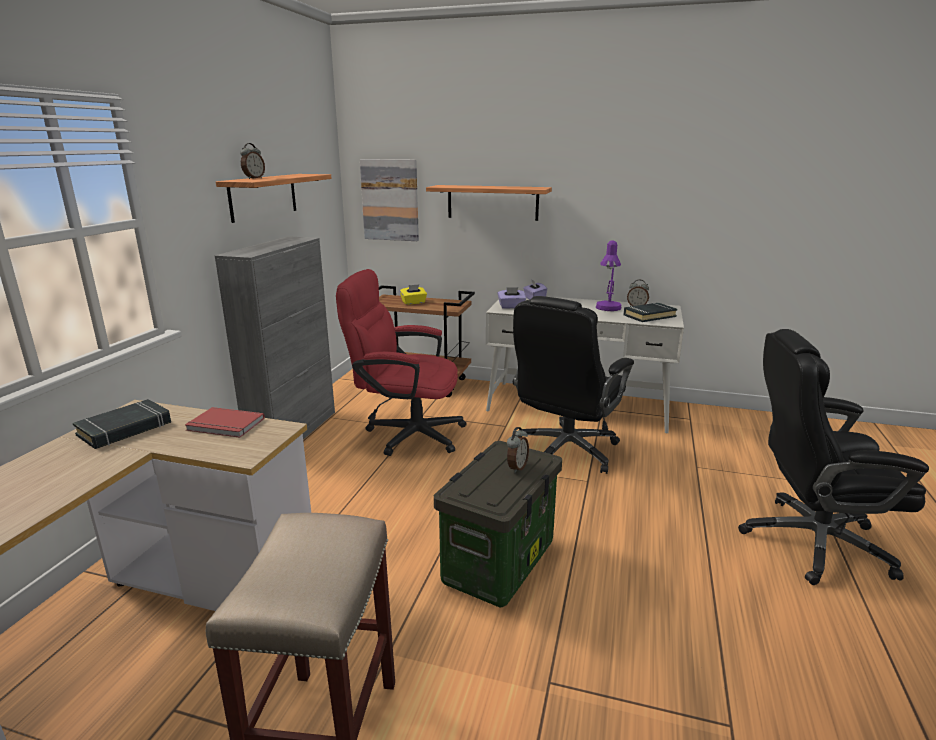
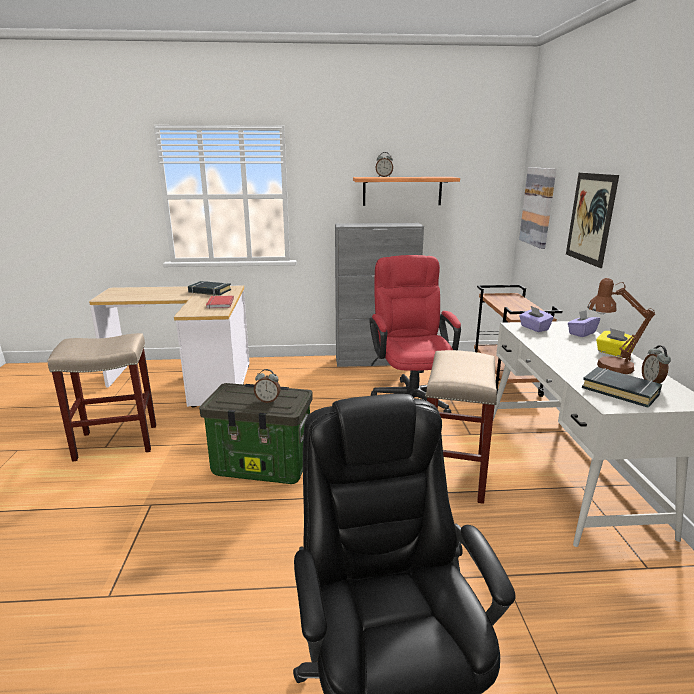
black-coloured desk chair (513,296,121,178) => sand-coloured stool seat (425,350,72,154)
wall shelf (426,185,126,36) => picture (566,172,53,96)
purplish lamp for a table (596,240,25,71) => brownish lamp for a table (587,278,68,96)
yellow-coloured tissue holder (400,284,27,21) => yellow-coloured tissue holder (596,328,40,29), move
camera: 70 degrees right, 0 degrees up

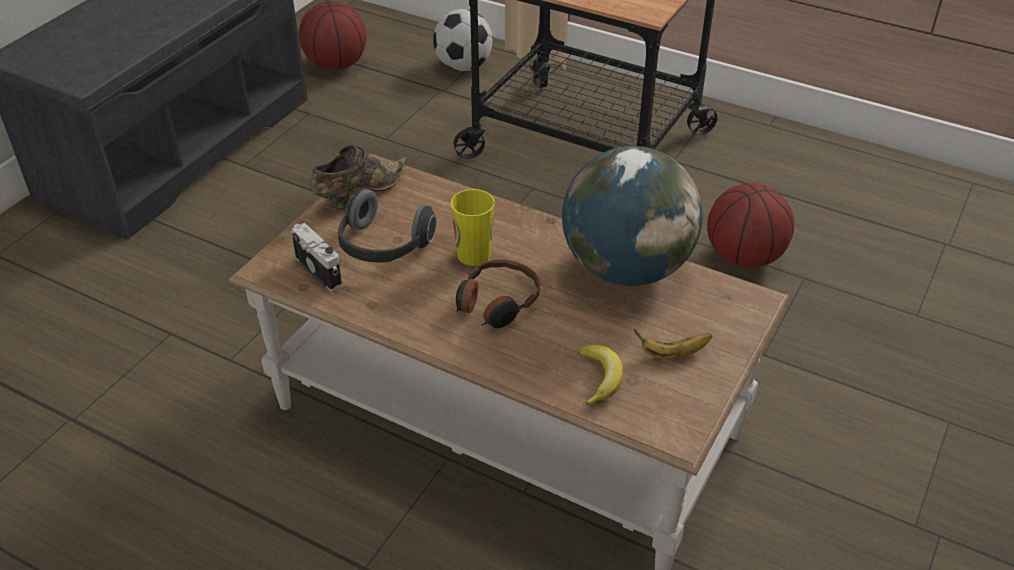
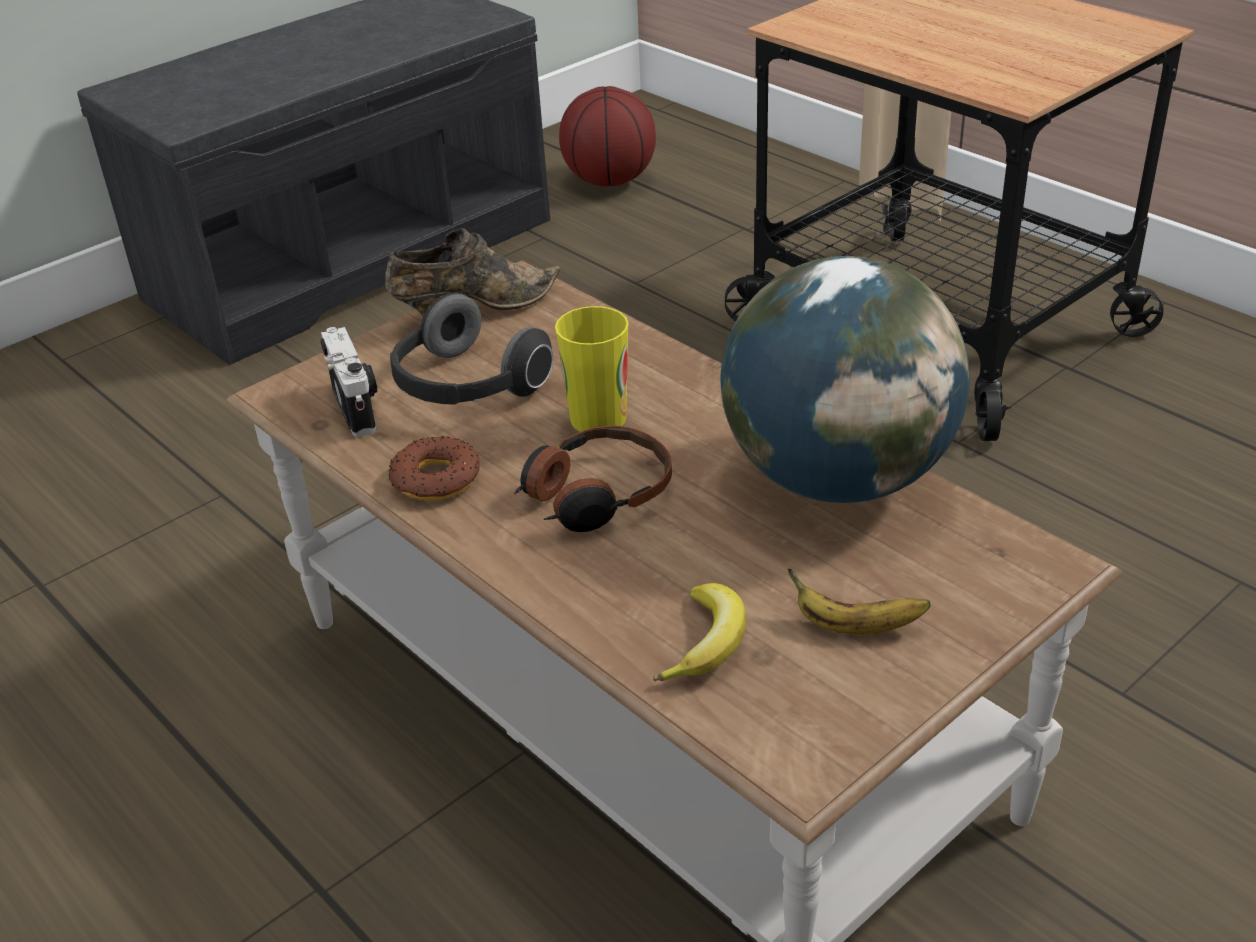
nothing => donut (388,436,92,65)
football (433,9,60,62) => nothing
basketball ball (707,183,87,85) => nothing
camera: 20 degrees right, 5 degrees down

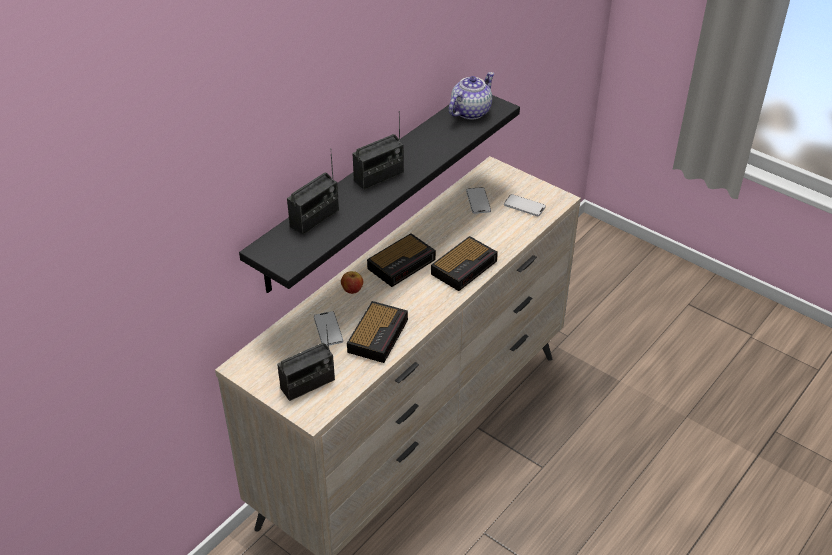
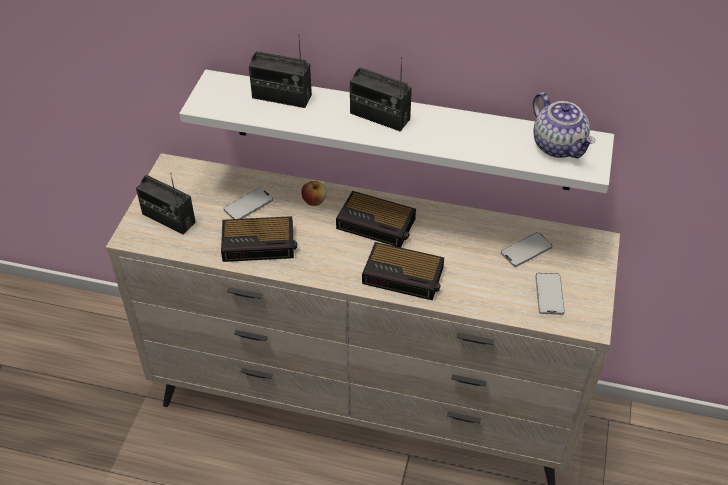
black-coloured wall shelf (239,95,281,198) => white-coloured wall shelf (179,70,435,123)
teapot (449,72,45,48) => teapot (533,92,62,66), 45 degrees clockwise
camera: 65 degrees right, 5 degrees up

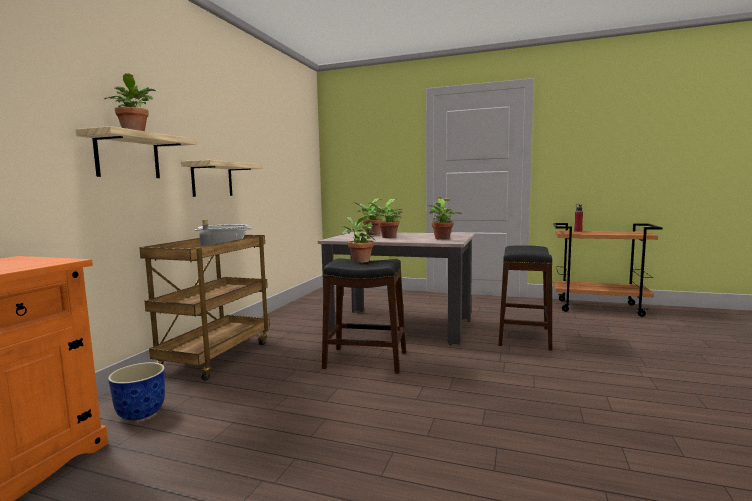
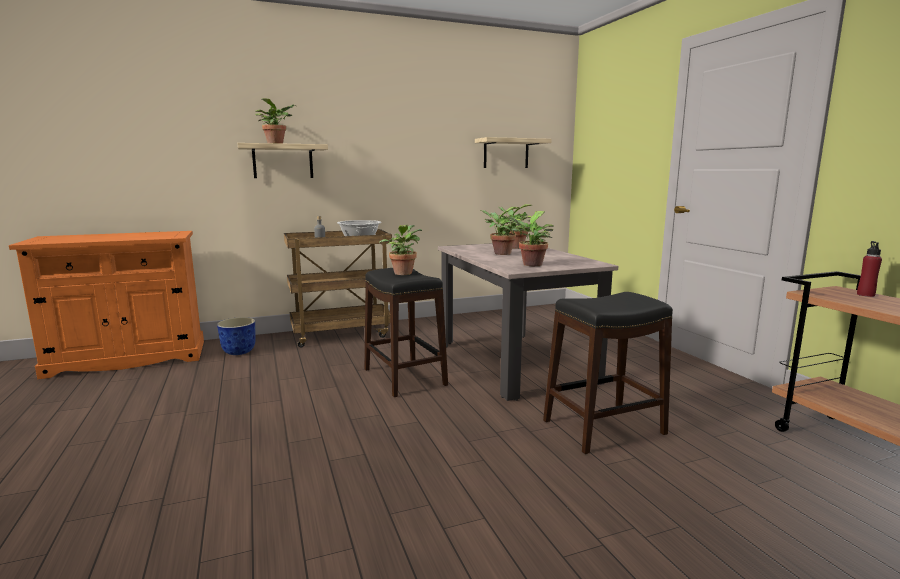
wall shelf (181,160,82,37) => wall shelf (475,137,77,31), move
camera: 50 degrees right, 5 degrees up

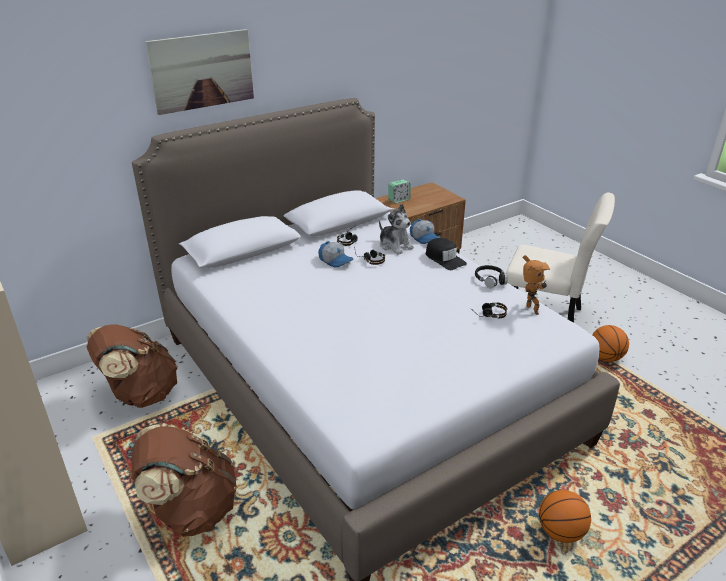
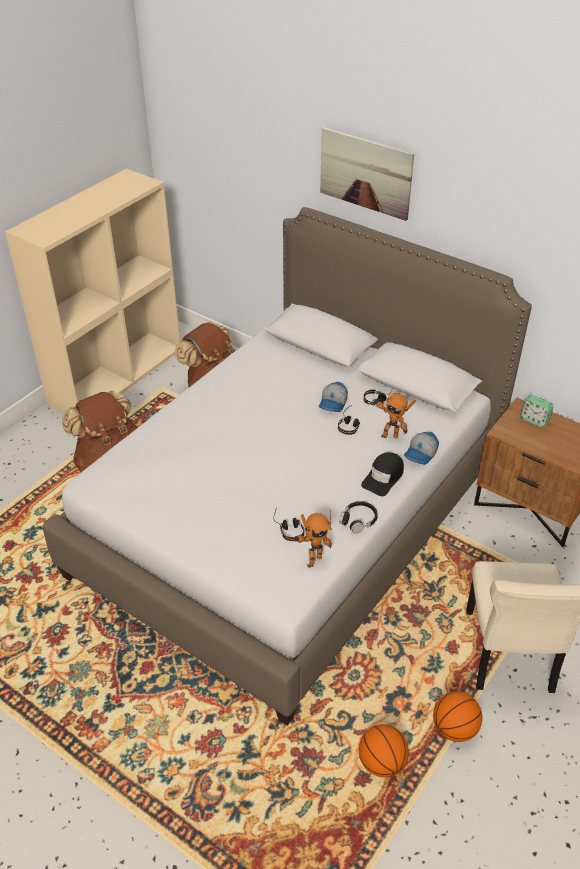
basketball ball (539,490,52,53) => basketball ball (359,724,50,53), move
plush toy (379,204,35,51) => model robot (373,388,43,51)
camera: 70 degrees right, 10 degrees up

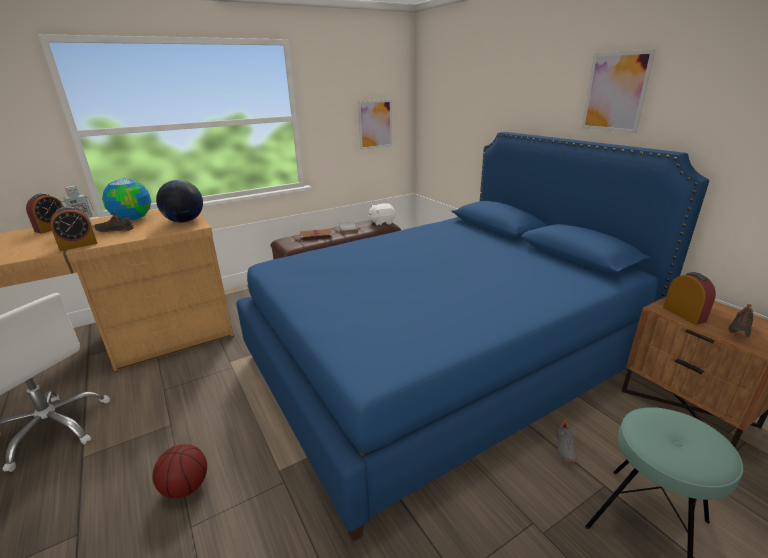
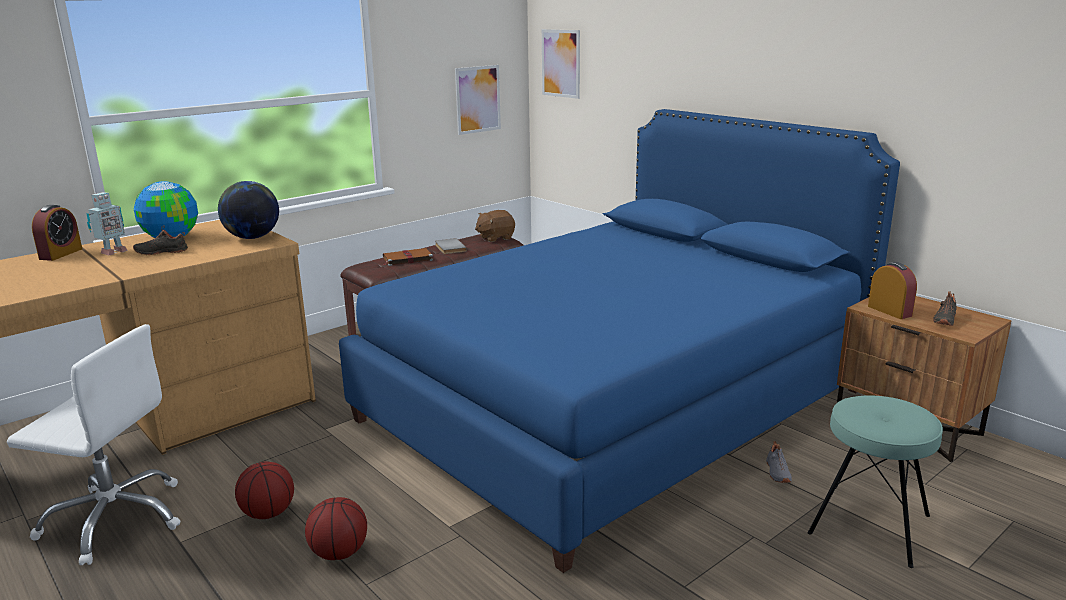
nothing => basketball ball (235,461,59,58)
white-coloured plush toy (367,203,28,23) => brownish plush toy (475,210,40,32)
picture (582,50,74,83) => picture (542,29,38,70), move
alarm clock (50,207,47,44) => nothing
camera: 10 degrees left, 5 degrees down

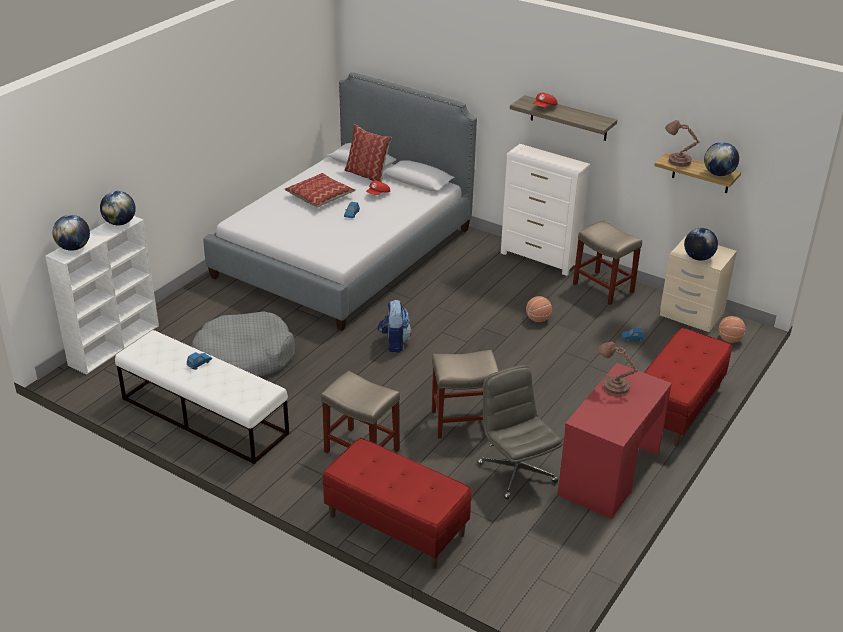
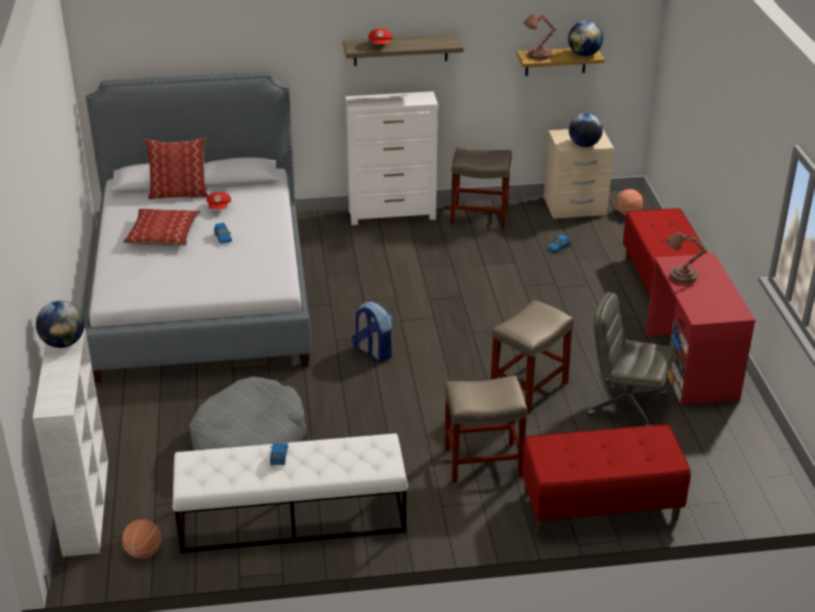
basketball ball (526,296,26,26) => basketball ball (122,519,39,40), move
globe (52,215,38,36) => nothing
camera: 40 degrees left, 0 degrees up

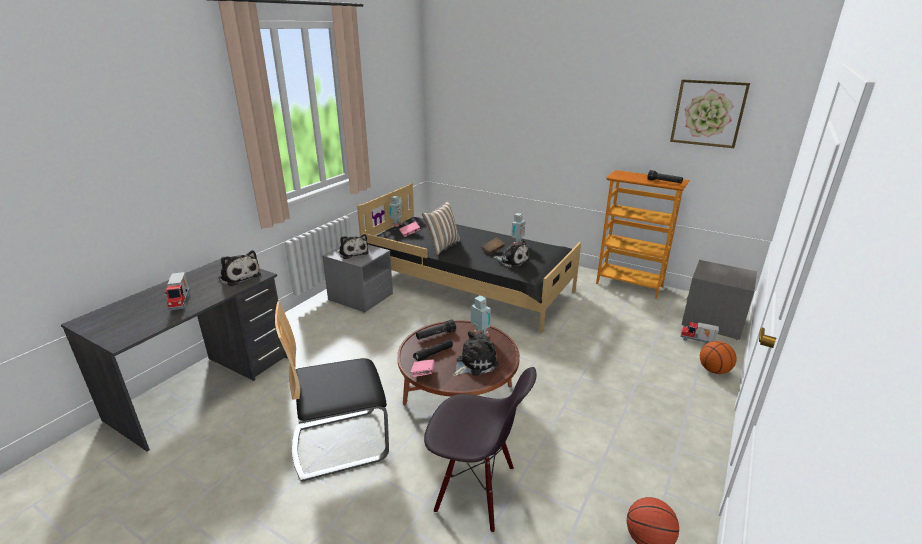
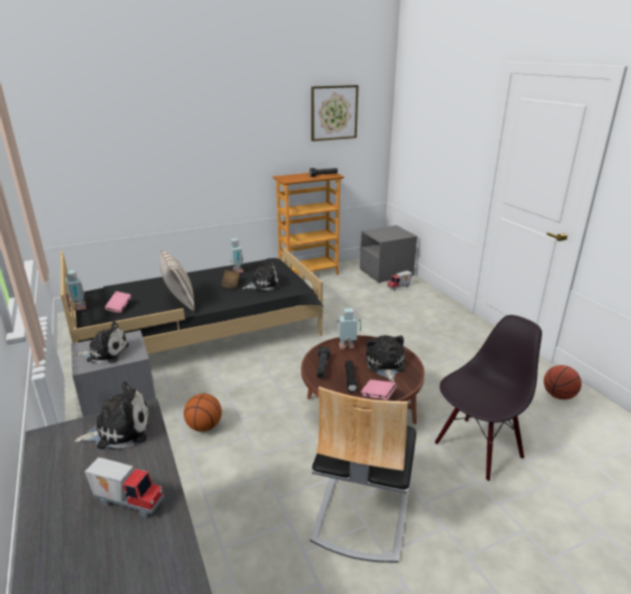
basketball ball (700,341,37,33) => basketball ball (184,394,38,38), move
camera: 55 degrees left, 0 degrees up

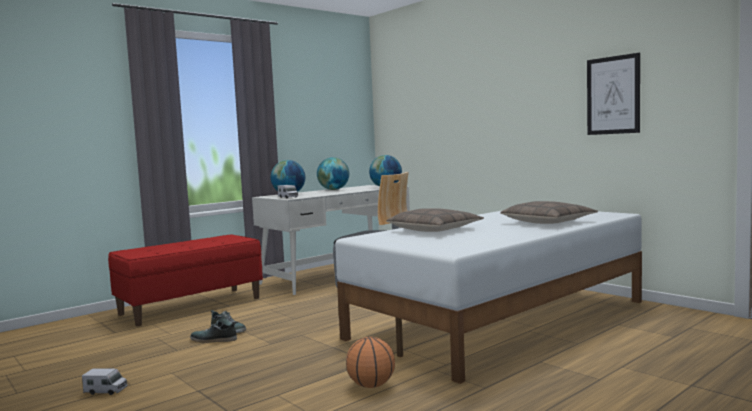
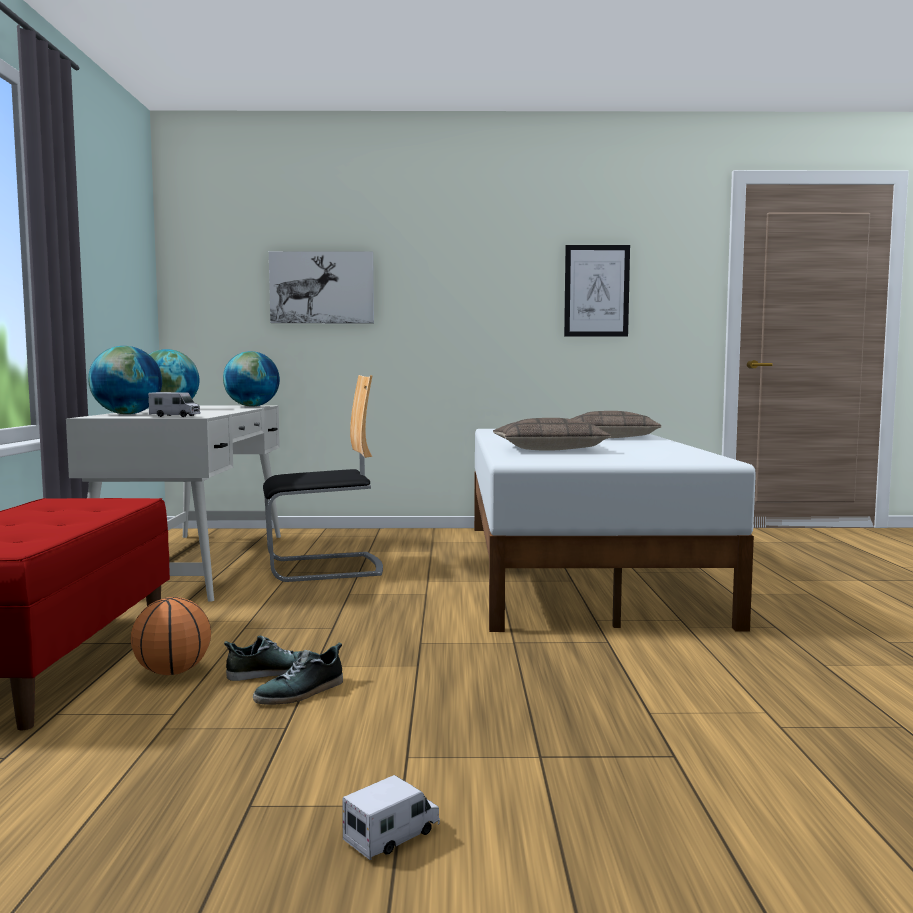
basketball ball (346,337,49,51) => basketball ball (131,597,80,78), move
nothing => picture (269,251,105,72)
camera: 50 degrees left, 0 degrees up

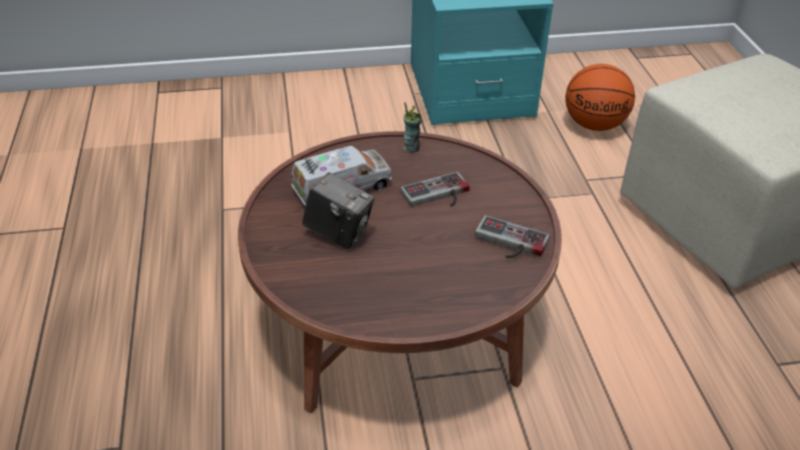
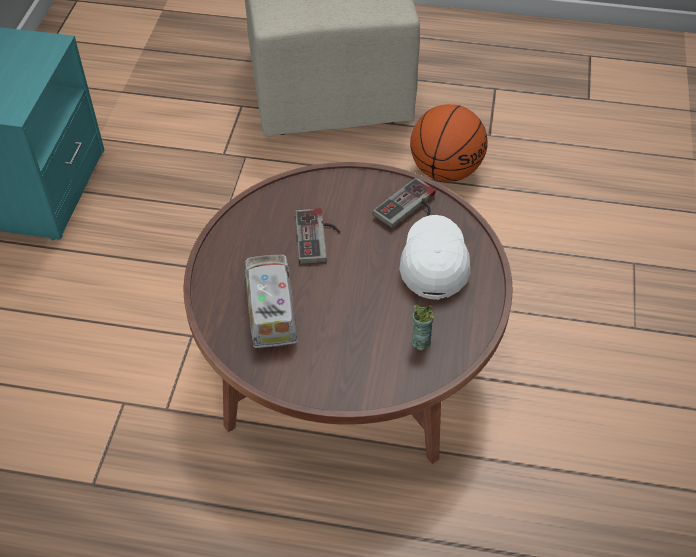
nothing => white-coloured baseball cap (399,215,71,85)
basketball ball (565,64,70,67) => basketball ball (410,104,78,78), move
small cup (403,102,18,51) => small cup (412,304,22,47), move
photo camera (302,172,72,77) => nothing
camera: 70 degrees left, 10 degrees up

